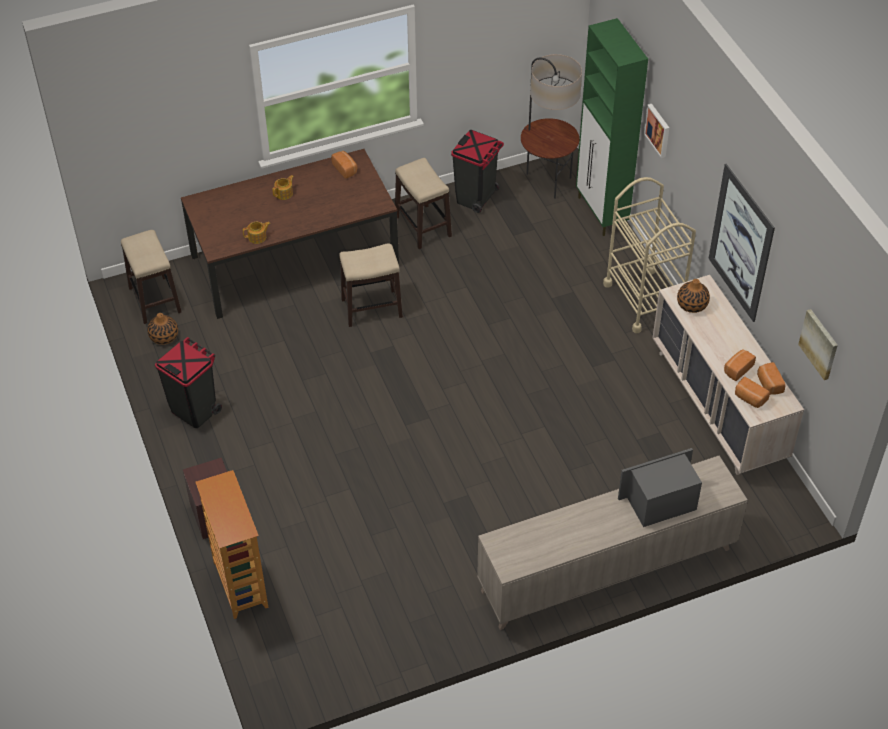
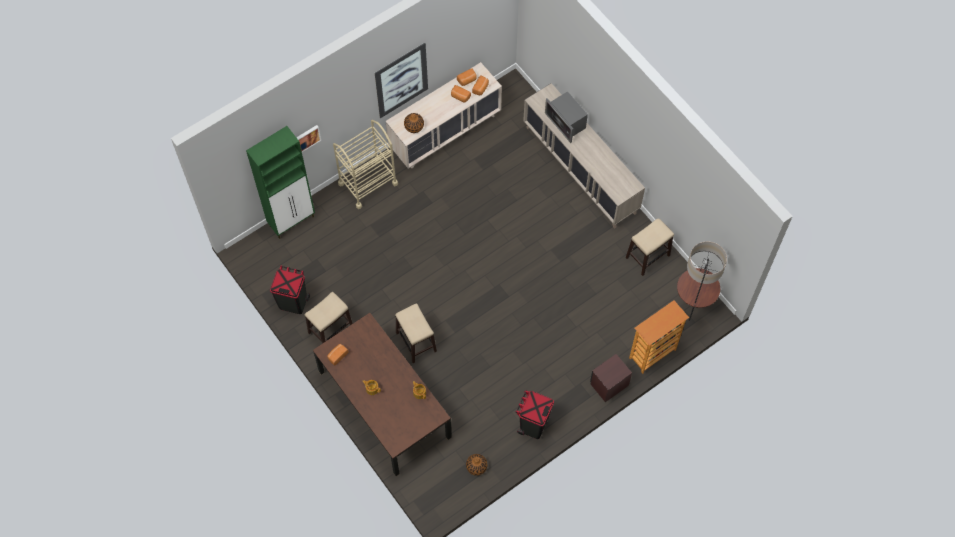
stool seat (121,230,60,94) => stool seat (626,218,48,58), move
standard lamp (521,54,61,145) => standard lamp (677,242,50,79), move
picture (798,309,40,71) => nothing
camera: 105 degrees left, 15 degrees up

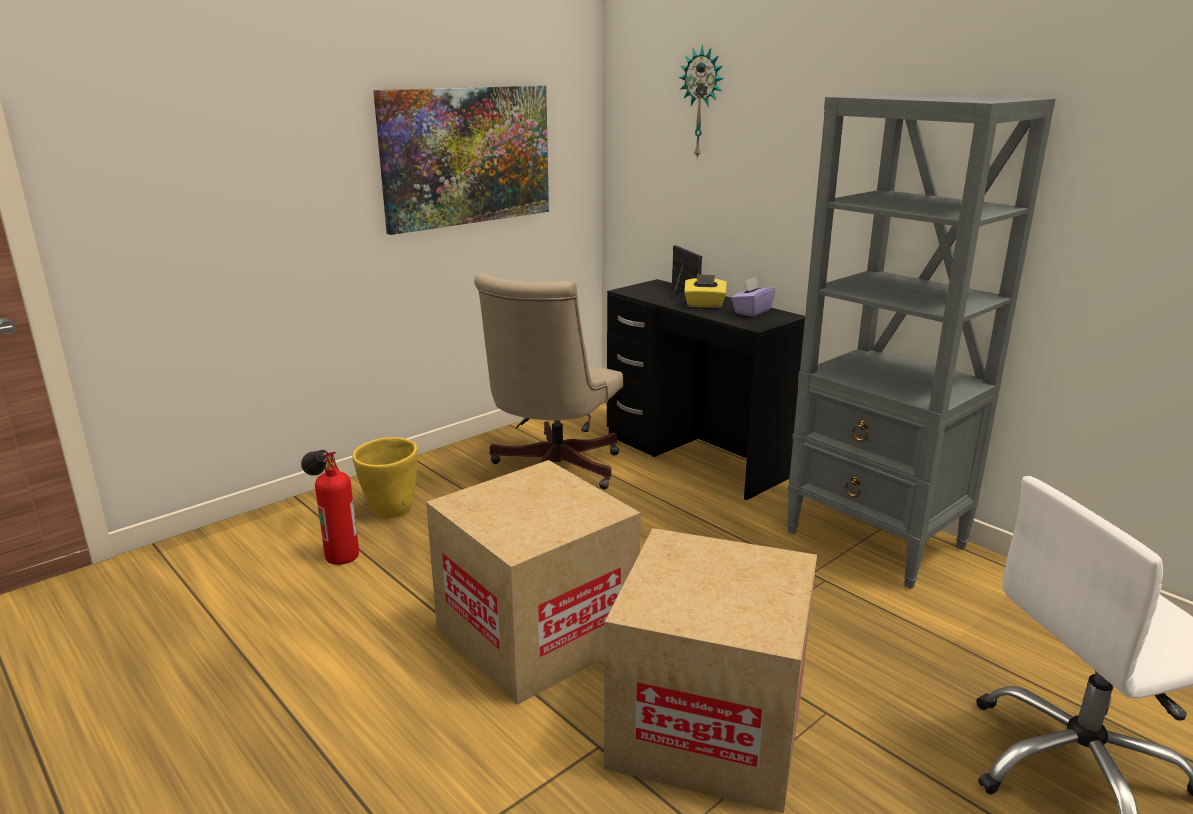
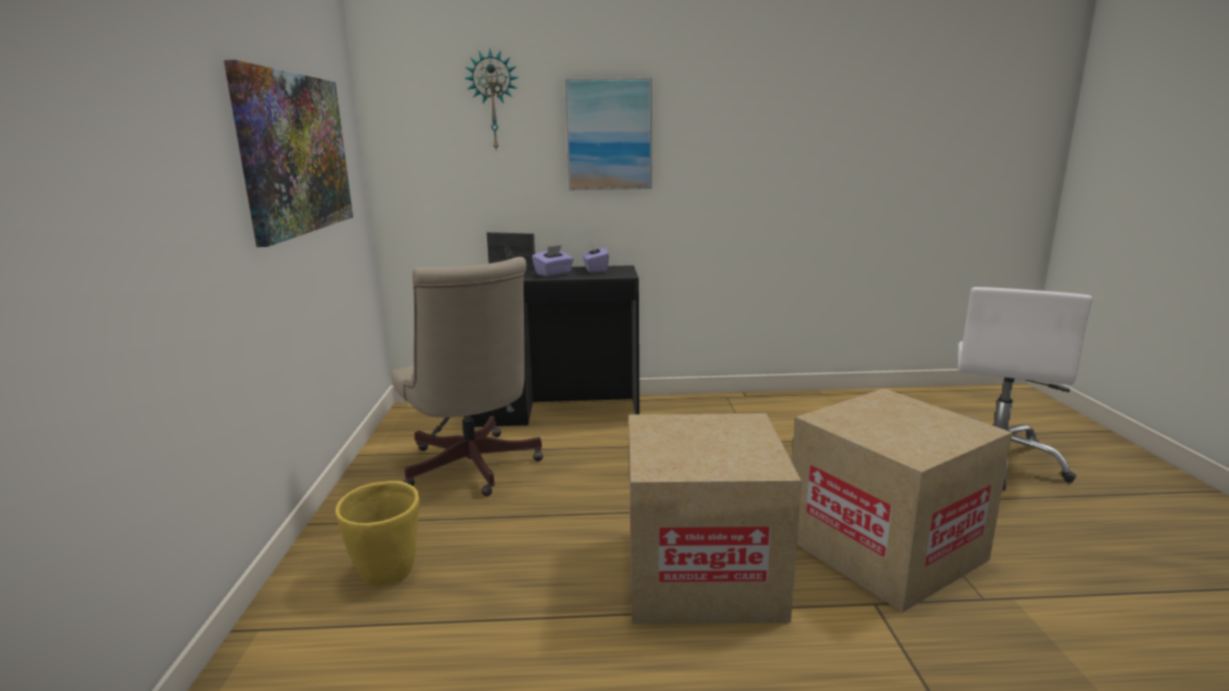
yellow-coloured tissue holder (684,274,43,34) => purplish tissue holder (532,245,42,32)
nothing => picture (565,78,87,112)
fire-fighting cylinder (301,450,58,115) => nothing
grey bookshelf (786,93,269,496) => nothing
camera: 50 degrees left, 5 degrees down

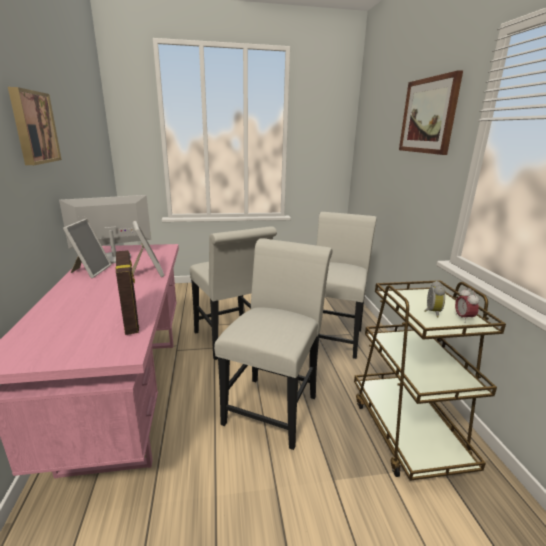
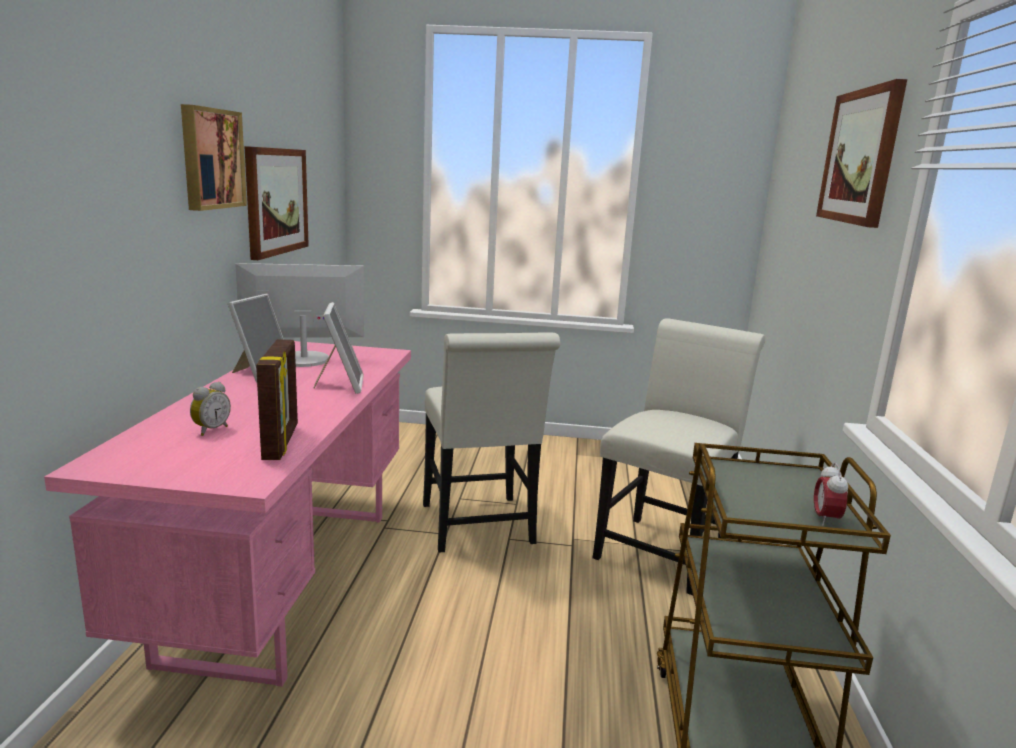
alarm clock (424,281,21,36) => alarm clock (190,382,41,54), move
nothing => picture (245,146,64,114)
white-coloured upright chair (214,238,119,212) => nothing
camera: 15 degrees right, 5 degrees down

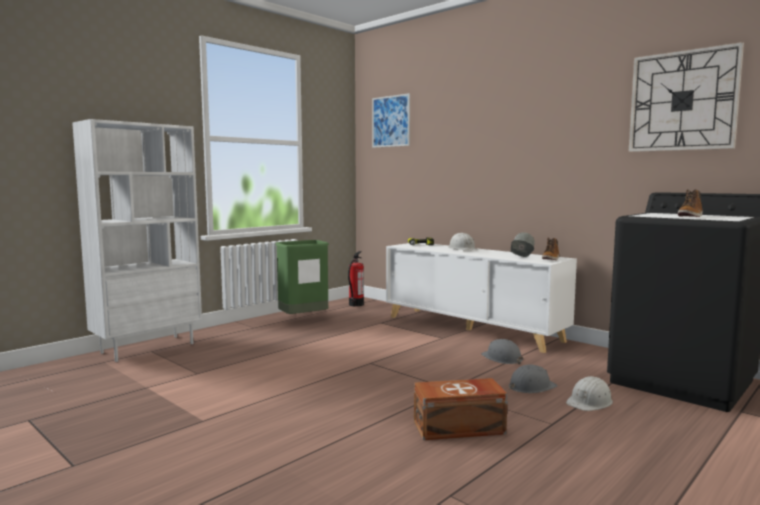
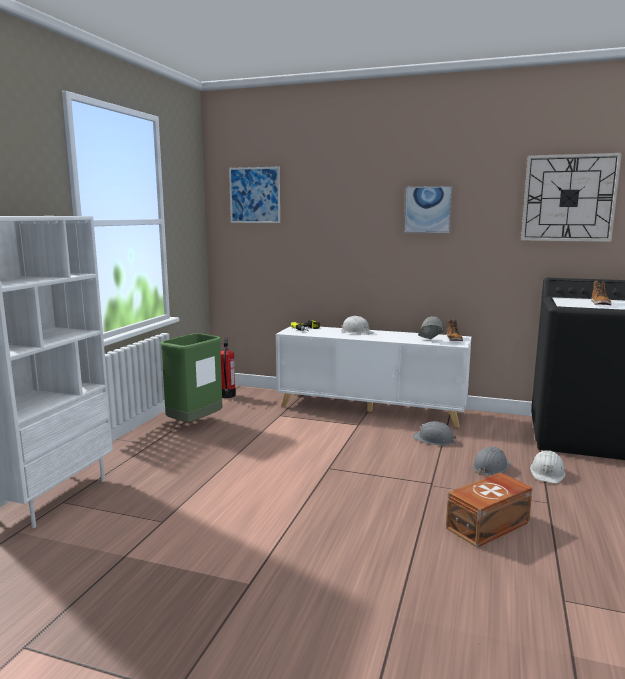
nothing => picture (404,186,48,47)
camera: 25 degrees left, 5 degrees up

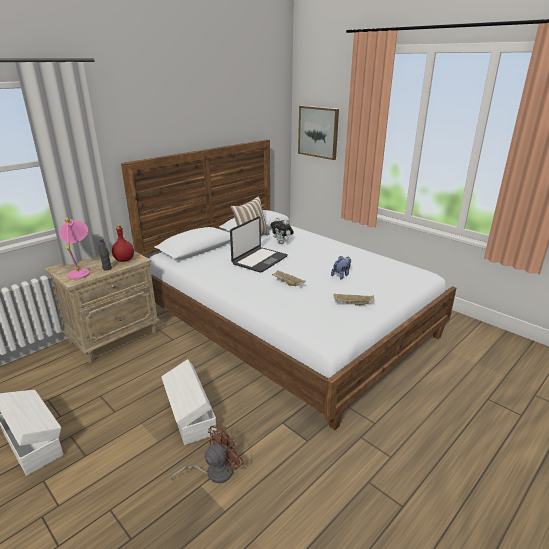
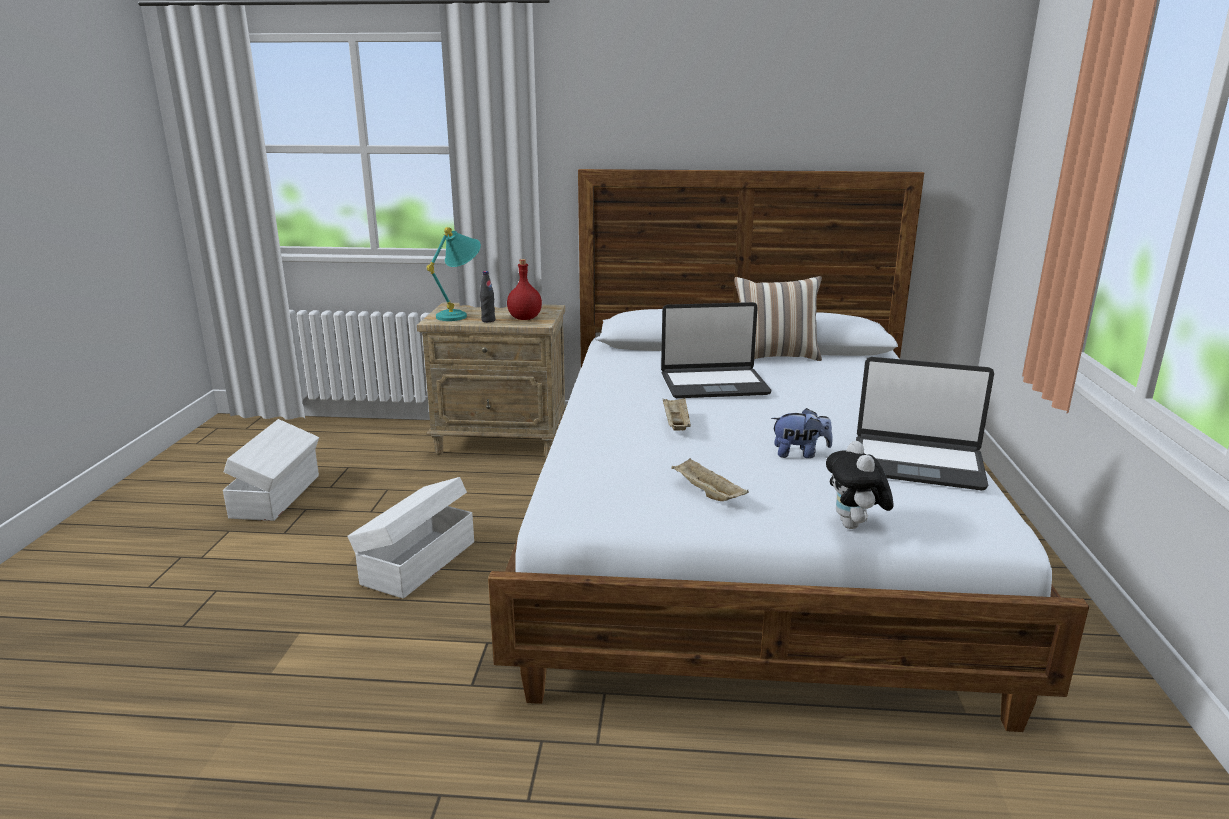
pinkish lamp for a table (59,218,31,61) => turquoise-coloured lamp for a table (426,227,55,94)
plush toy (270,217,24,27) => plush toy (826,441,68,88), move
nothing => portable computer (856,357,138,133)
brownish cooling fan (171,425,73,58) => nothing
picture (298,106,41,54) => nothing
camera: 50 degrees right, 5 degrees down

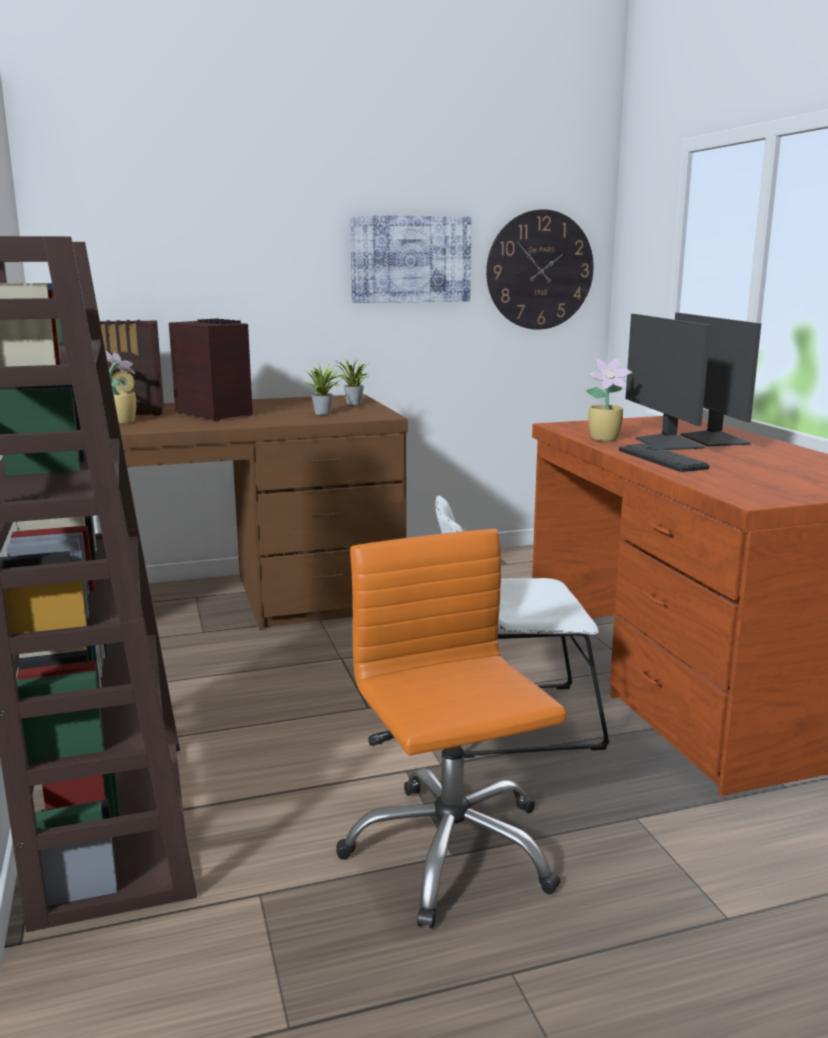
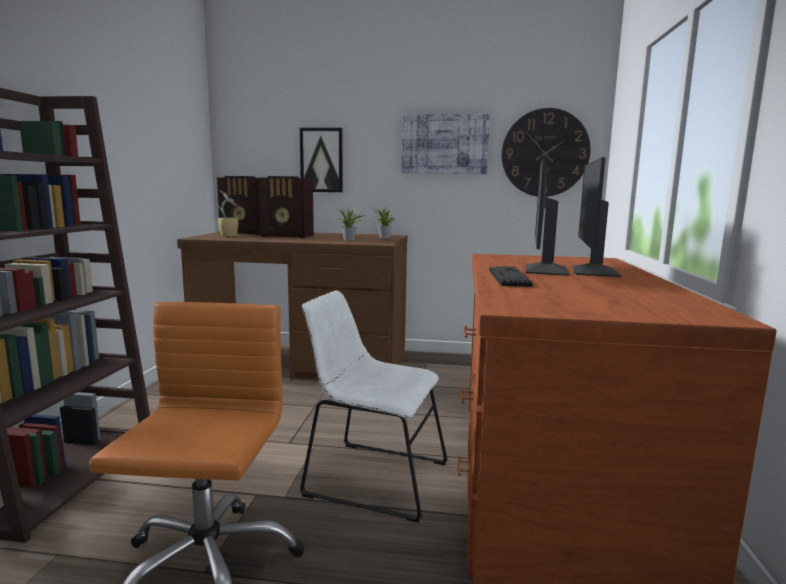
radio set (169,319,84,102) => radio set (259,176,55,62), 120 degrees clockwise
nothing => picture (300,128,43,64)
plant in a pot (586,358,47,83) => nothing
camera: 25 degrees right, 5 degrees down

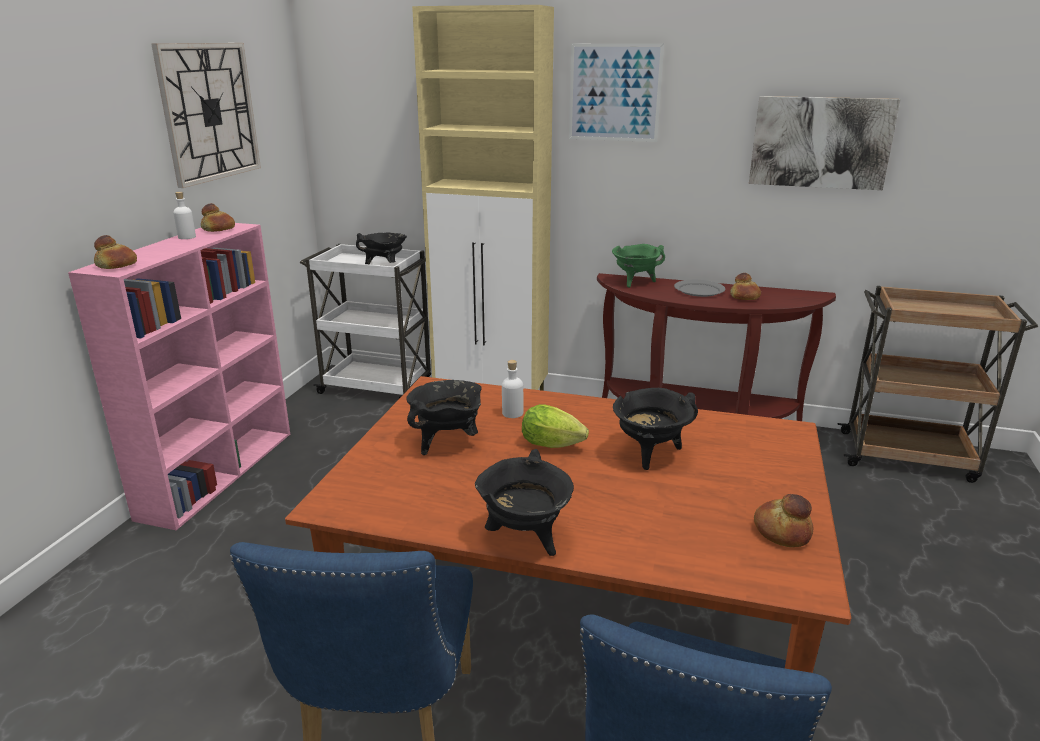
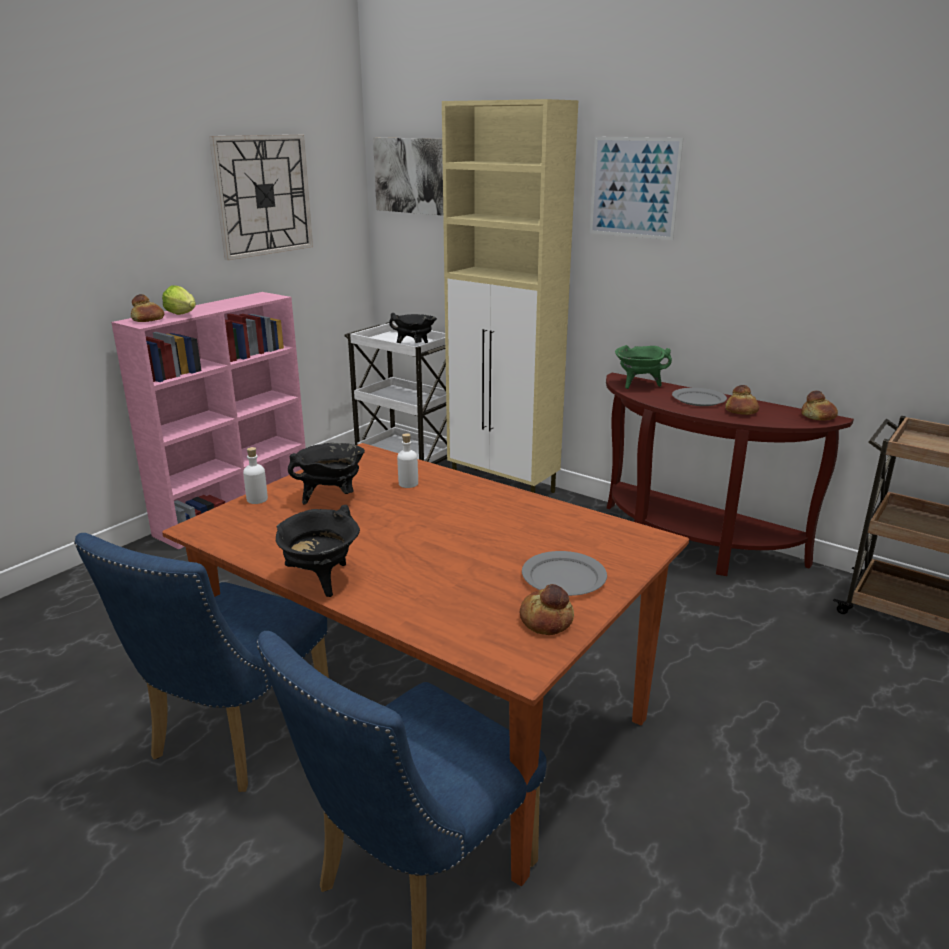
lettuce head (522,404,67,44) => lettuce head (162,286,34,29), move
white-coloured drink bottle (173,192,23,47) => white-coloured drink bottle (243,447,25,57), move
picture (749,96,152,94) => picture (373,138,70,78), move
nothing => grey dinner plate (522,551,85,45)
baked bread (201,203,34,29) => baked bread (801,391,37,30), move
black-coloured stockpot (613,388,85,82) => nothing
camera: 20 degrees right, 0 degrees up

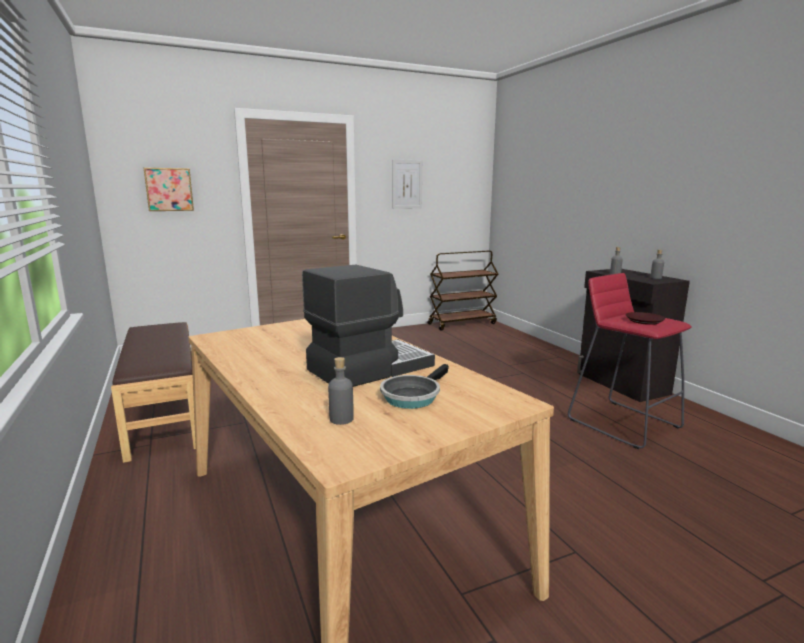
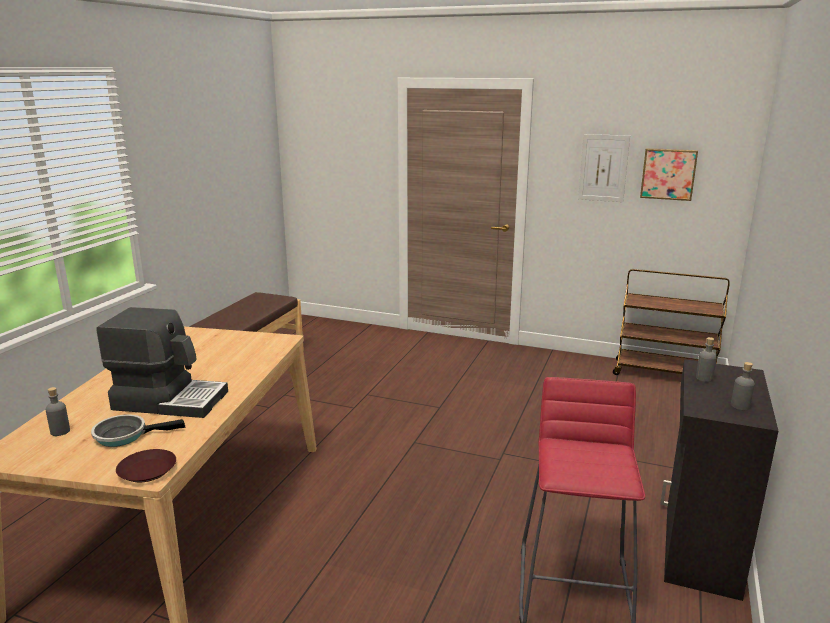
brownish dinner plate (625,312,40,13) => brownish dinner plate (116,449,60,33), move
picture (144,168,50,43) => picture (640,148,58,53), move
camera: 45 degrees right, 5 degrees up

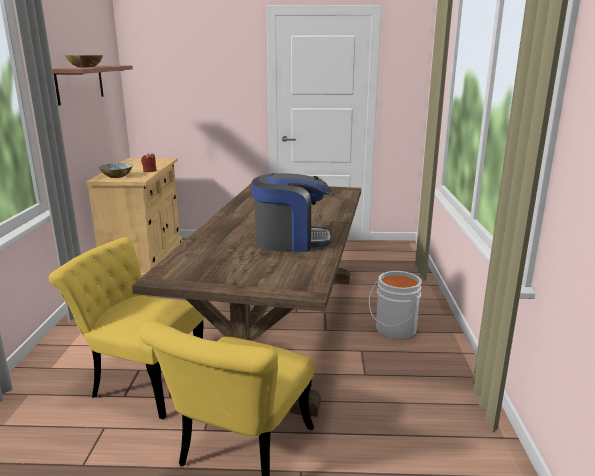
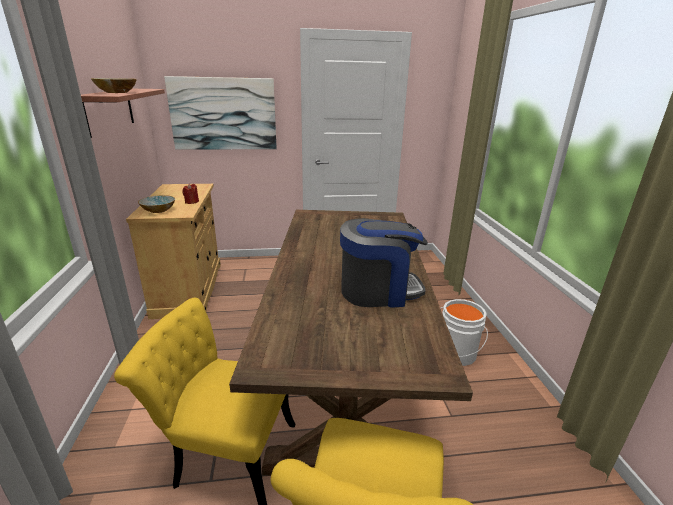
nothing => picture (164,76,113,74)
camera: 10 degrees left, 5 degrees up

